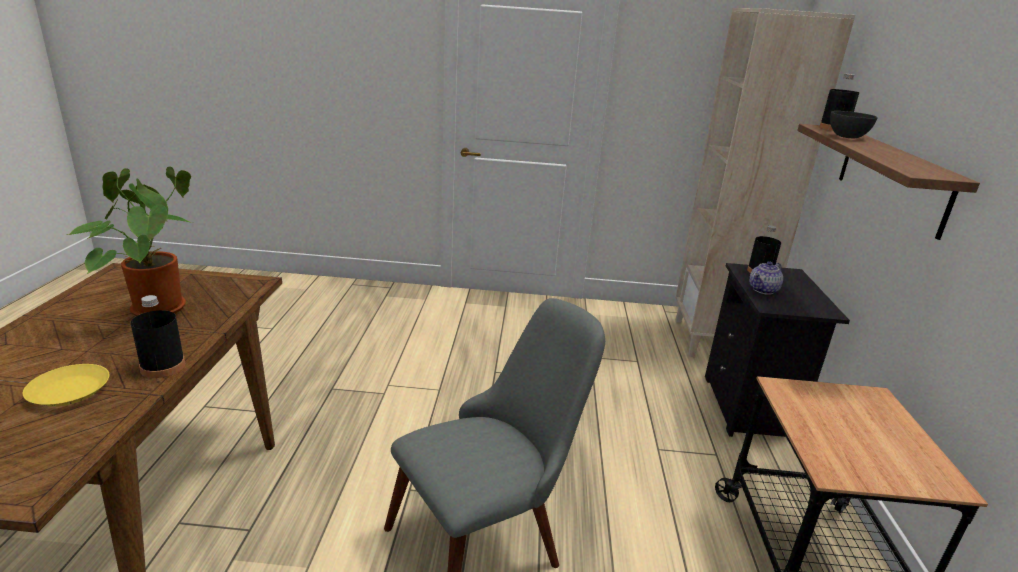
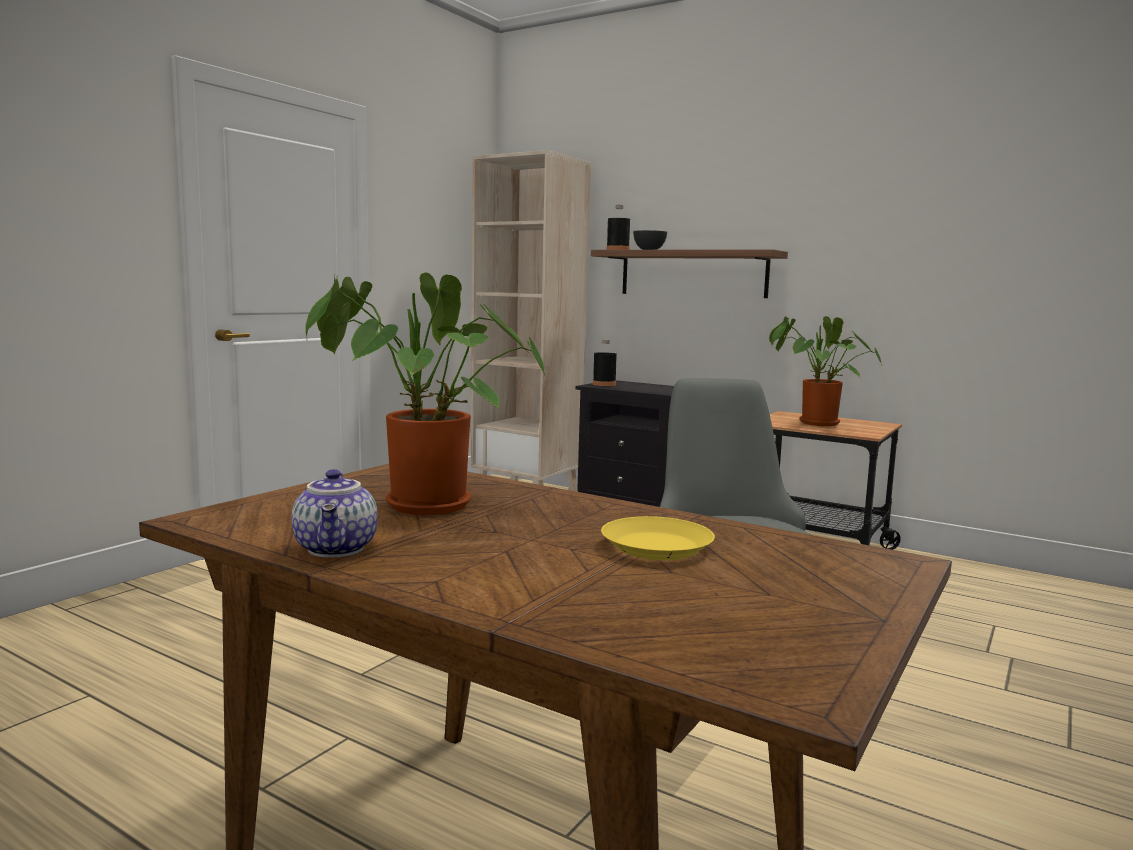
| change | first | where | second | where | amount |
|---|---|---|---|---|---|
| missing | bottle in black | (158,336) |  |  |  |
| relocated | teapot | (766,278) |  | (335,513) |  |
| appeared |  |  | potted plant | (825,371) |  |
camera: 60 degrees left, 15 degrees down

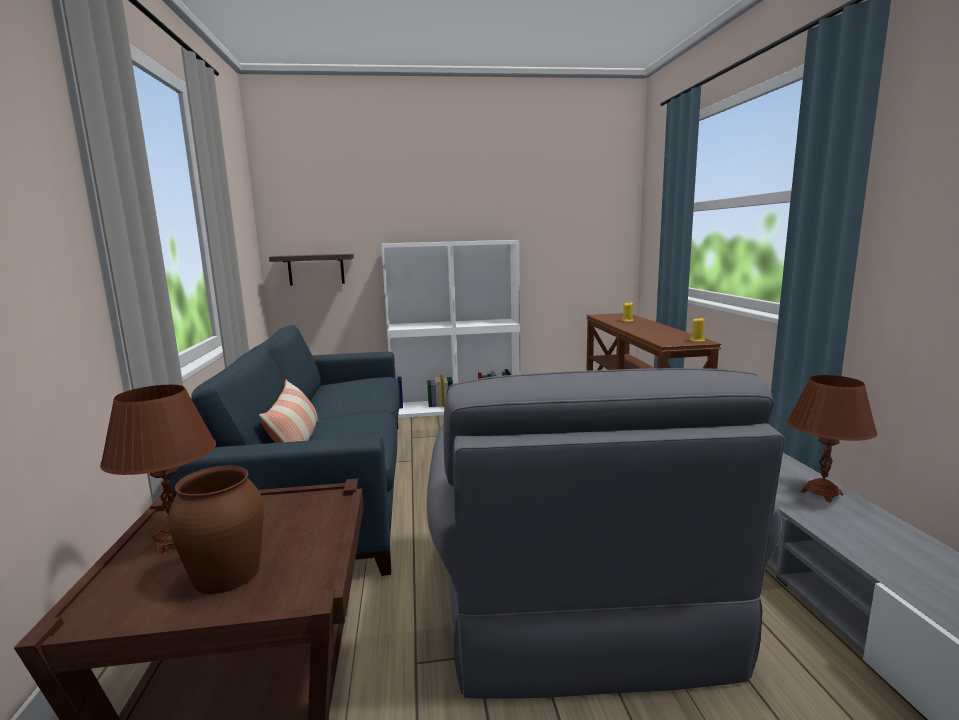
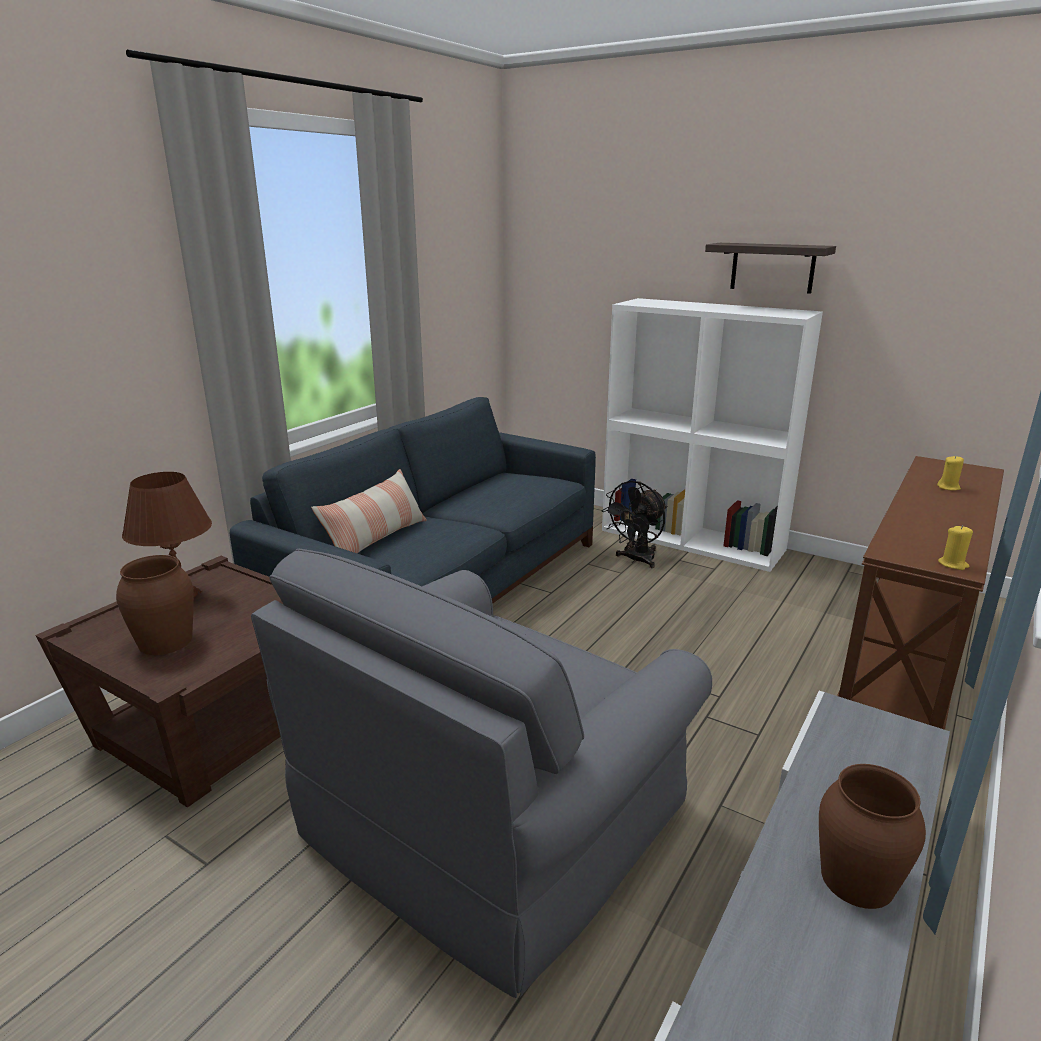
| change | first | where | second | where | amount |
|---|---|---|---|---|---|
| relocated | shelf | (311,270) |  | (770,268) |  |
| exchanged | table lamp in brown | (832,438) | vase in brown | (872,836) |  |
| appeared |  |  | fan in black | (634,524) |  |
camera: 40 degrees right, 10 degrees up

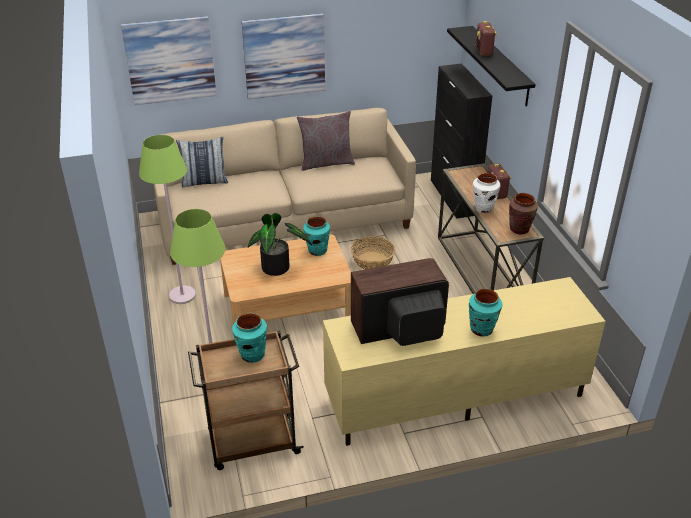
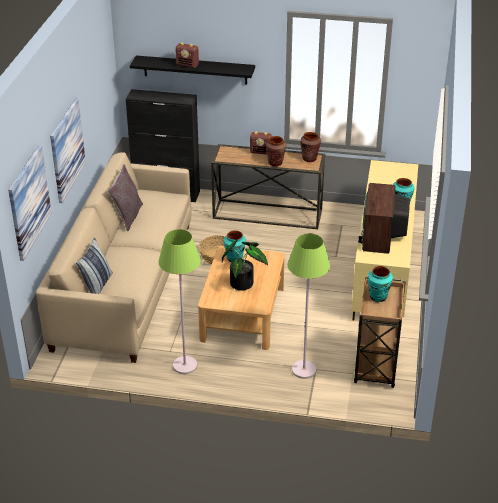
| change | first | where | second | where | amount |
|---|---|---|---|---|---|
| colour | vase in white | (486,193) | vase in brown | (276,151) |  |
camera: 65 degrees left, 0 degrees up

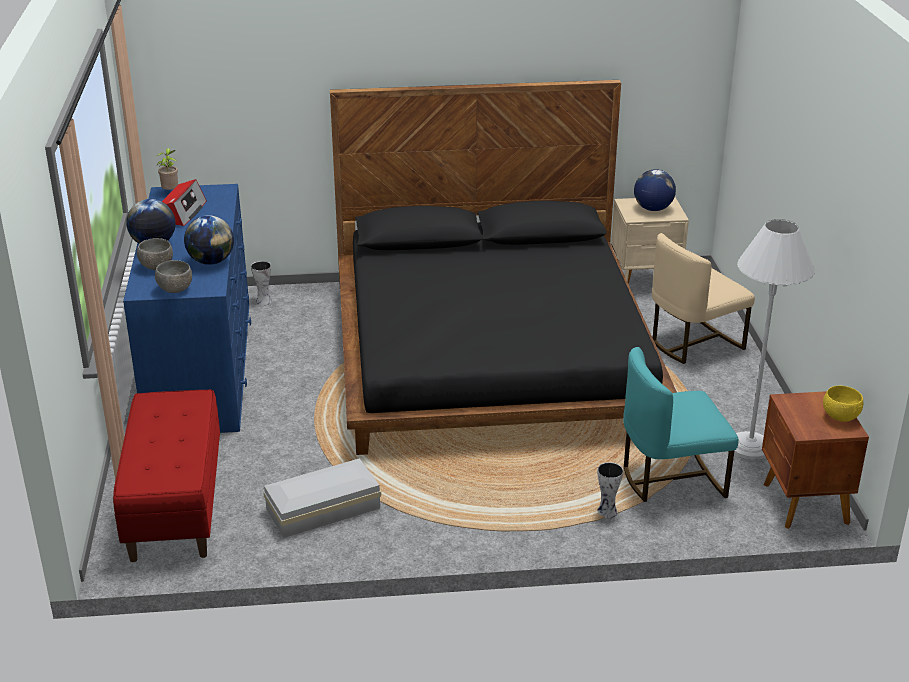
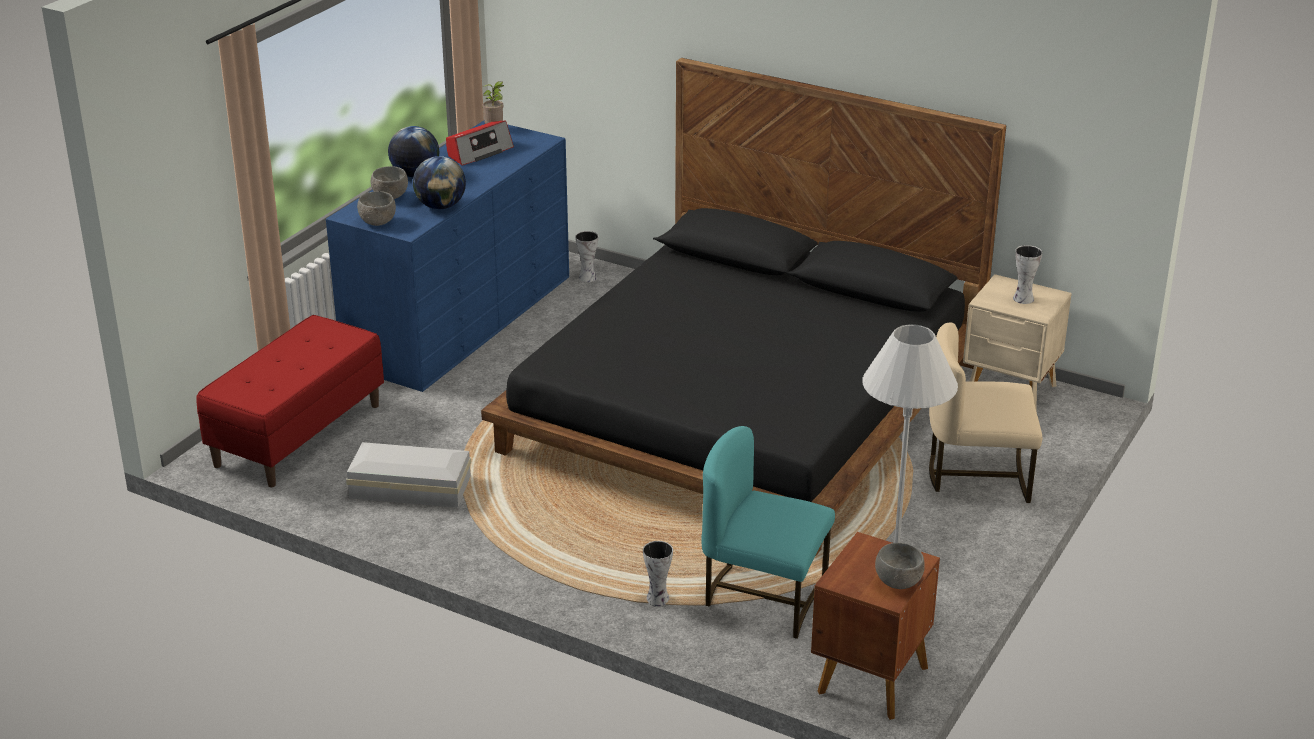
| change | first | where | second | where | amount |
|---|---|---|---|---|---|
| exchanged | globe | (655,190) | vase | (1027,274) |  |
| colour | bowl in yellow | (843,404) | bowl in grey | (900,566) |  |
camera: 35 degrees right, 0 degrees up

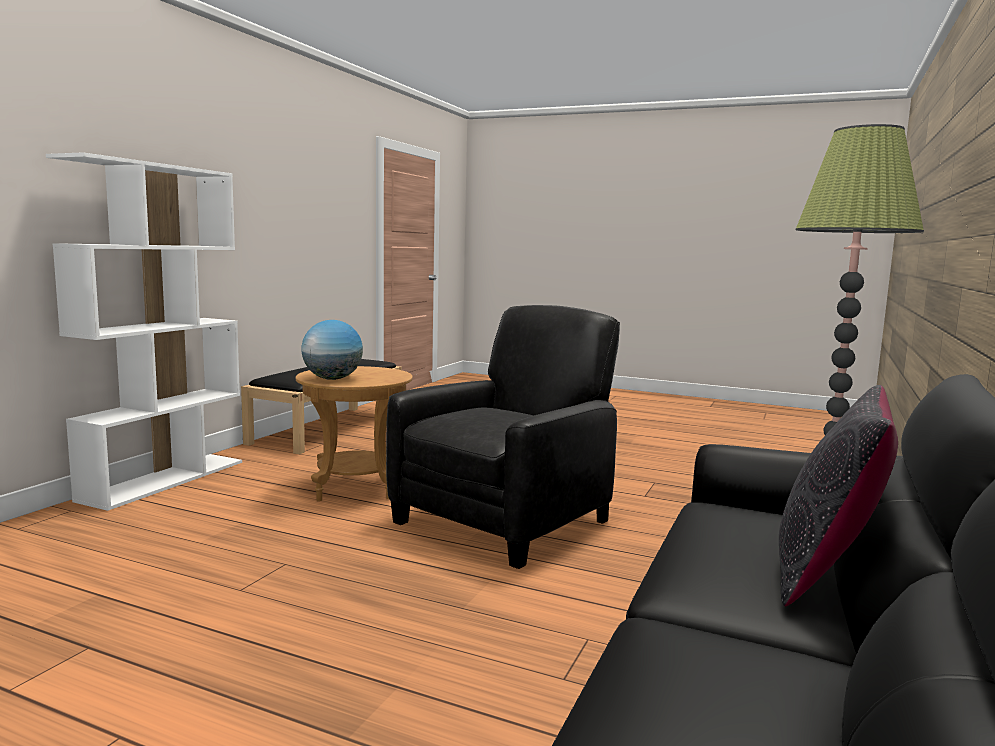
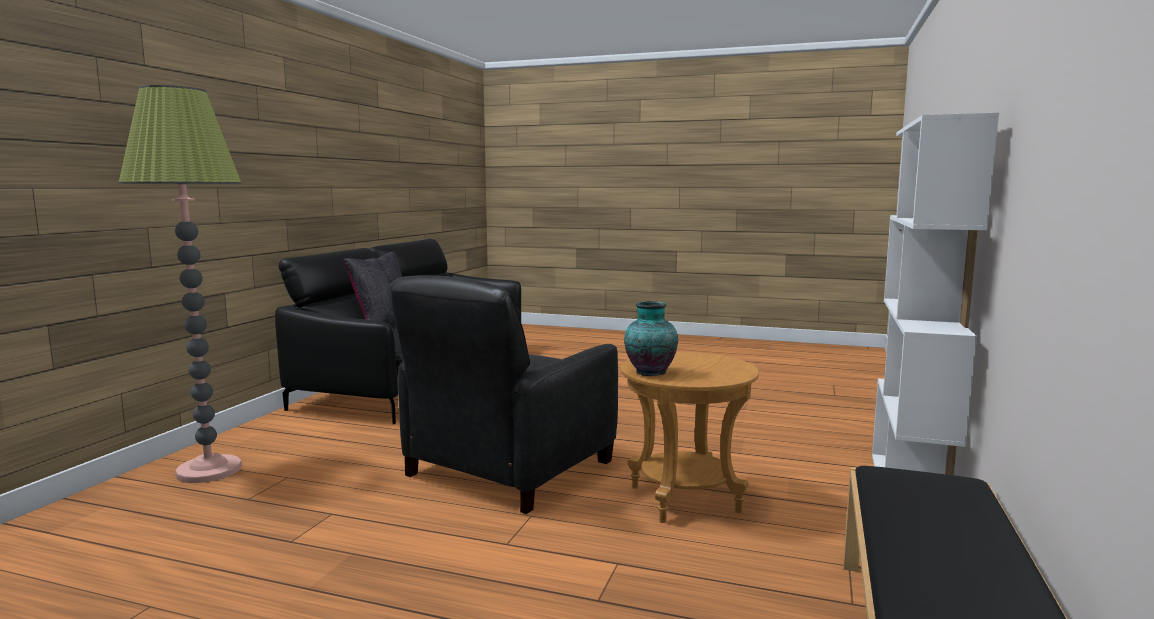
| change | first | where | second | where | amount |
|---|---|---|---|---|---|
| missing | globe | (332,350) |  |  |  |
| appeared |  |  | vase | (651,338) |  |
camera: 175 degrees right, 0 degrees up

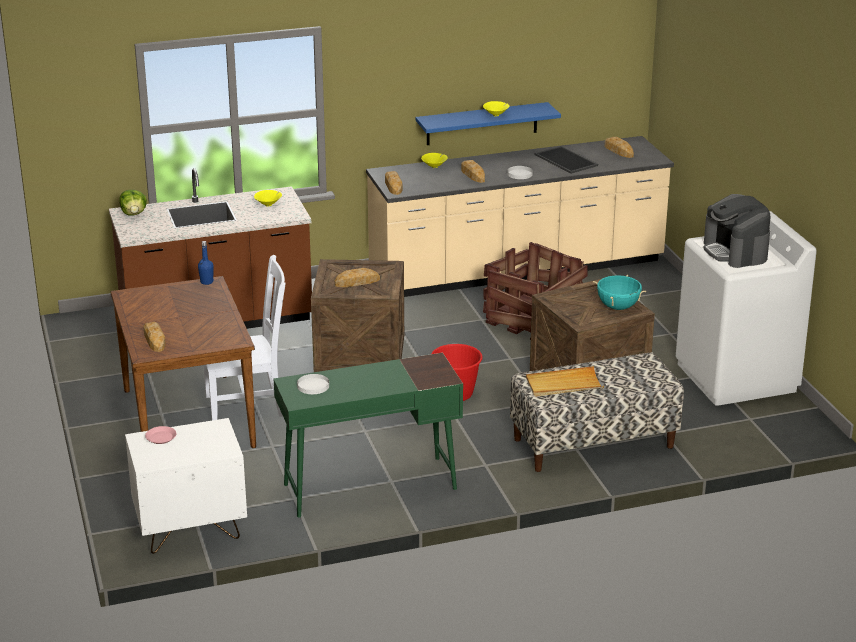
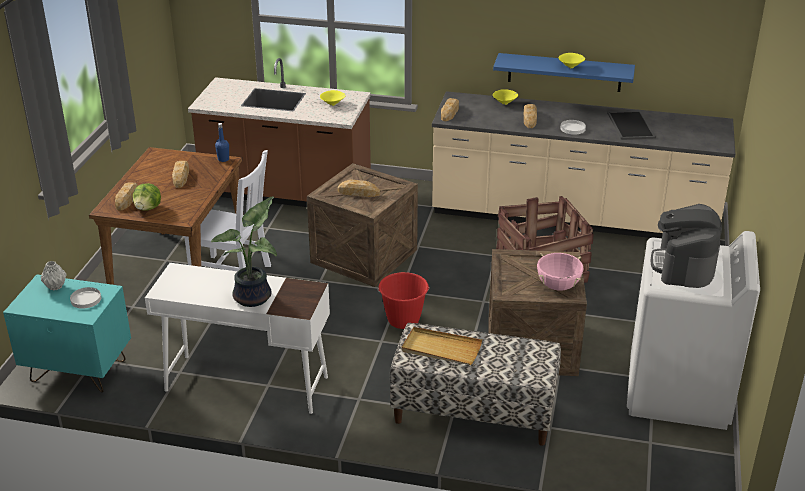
| change | first | where | second | where | amount |
|---|---|---|---|---|---|
| relocated | lettuce | (133,202) |  | (147,197) |  |
| colour | nightstand in white | (186,486) | nightstand in turquoise | (67,333) |  |
| exchanged | plate in pink | (160,435) | vase in grey | (54,276) |  |
| colour | desk in green | (368,435) | desk in white | (237,338) |  |
| relocated | plate in white | (313,384) |  | (85,298) |  |
| colour | cooking pot in turquoise | (619,292) | cooking pot in pink | (560,272) |  |
| relocated | bread | (619,147) |  | (180,174) |  |
| appeared |  |  | potted plant | (244,251) |  |
camera: 30 degrees right, 5 degrees up

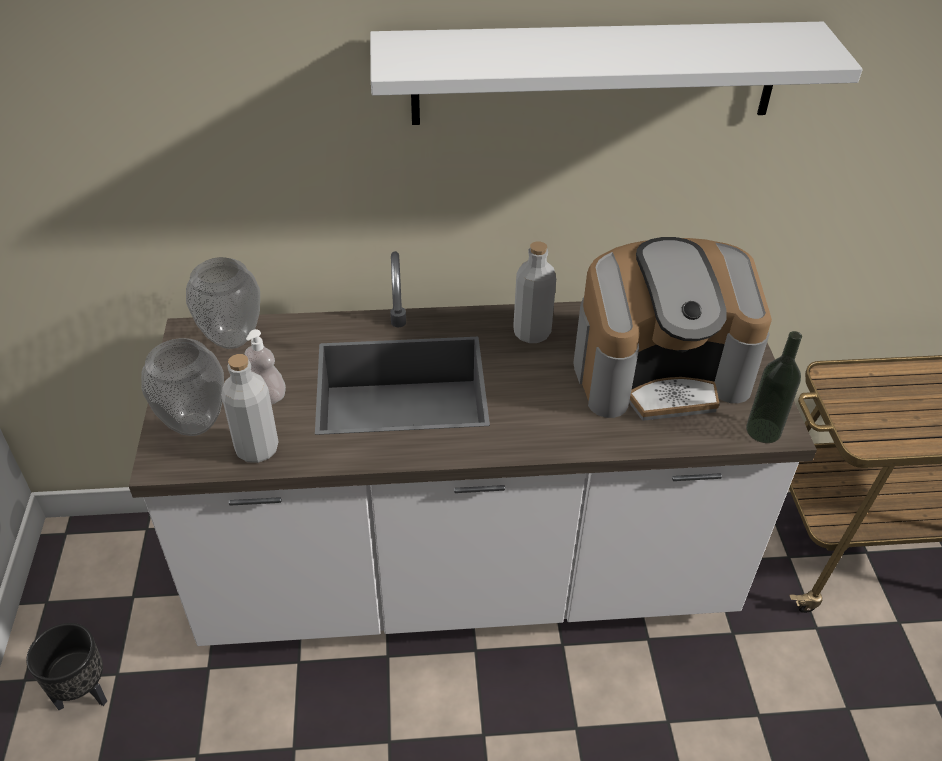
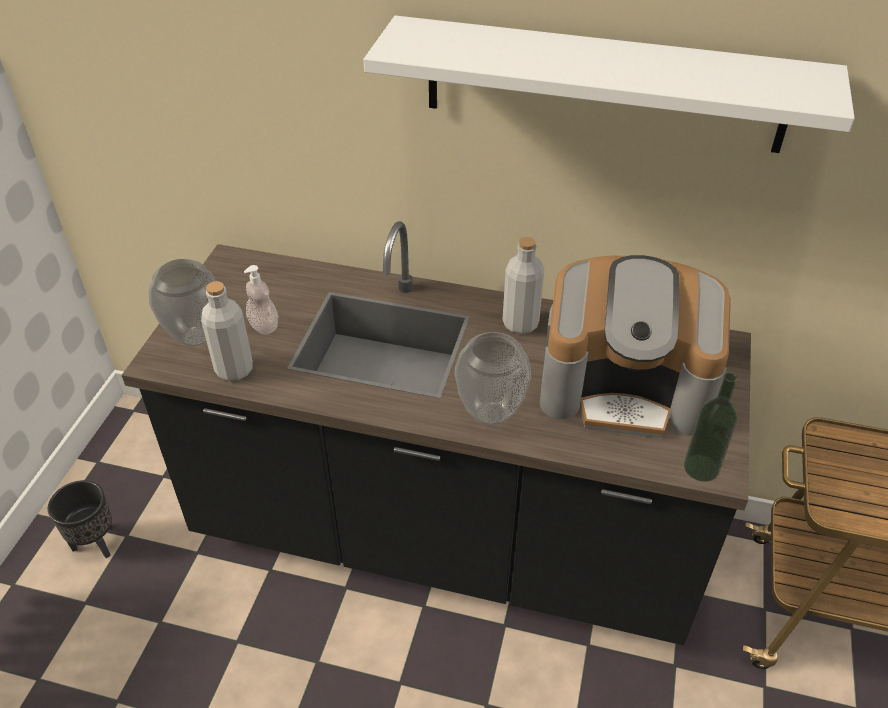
| change | first | where | second | where | amount |
|---|---|---|---|---|---|
| colour | counter in white | (473,448) | counter in black | (436,433) |  |
| relocated | vase | (223,303) |  | (492,378) |  |
camera: 20 degrees right, 0 degrees up

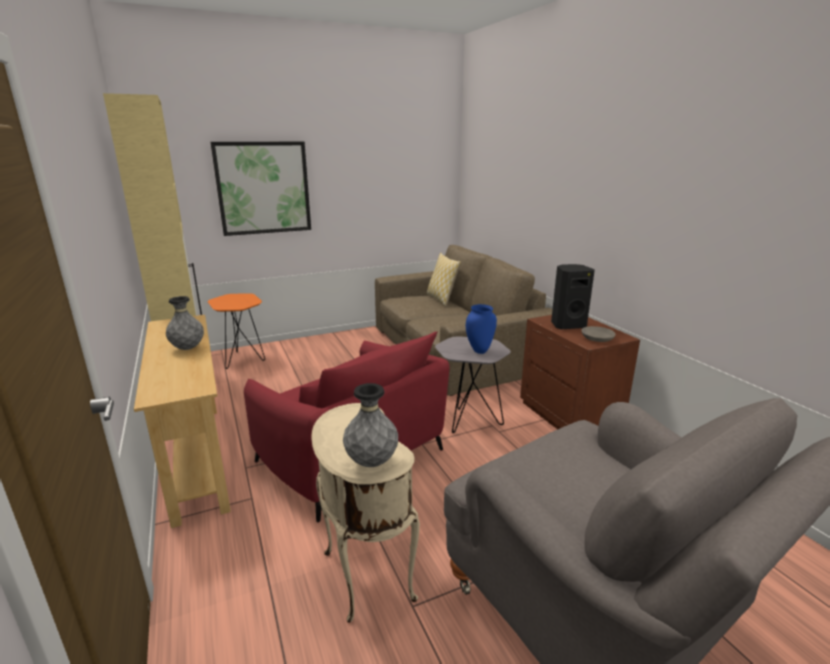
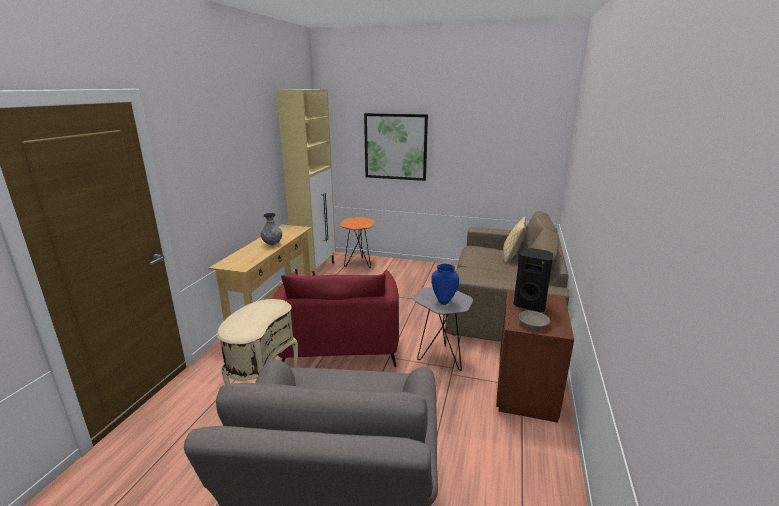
| change | first | where | second | where | amount |
|---|---|---|---|---|---|
| missing | vase in grey | (370,425) |  |  |  |
camera: 40 degrees right, 0 degrees up

